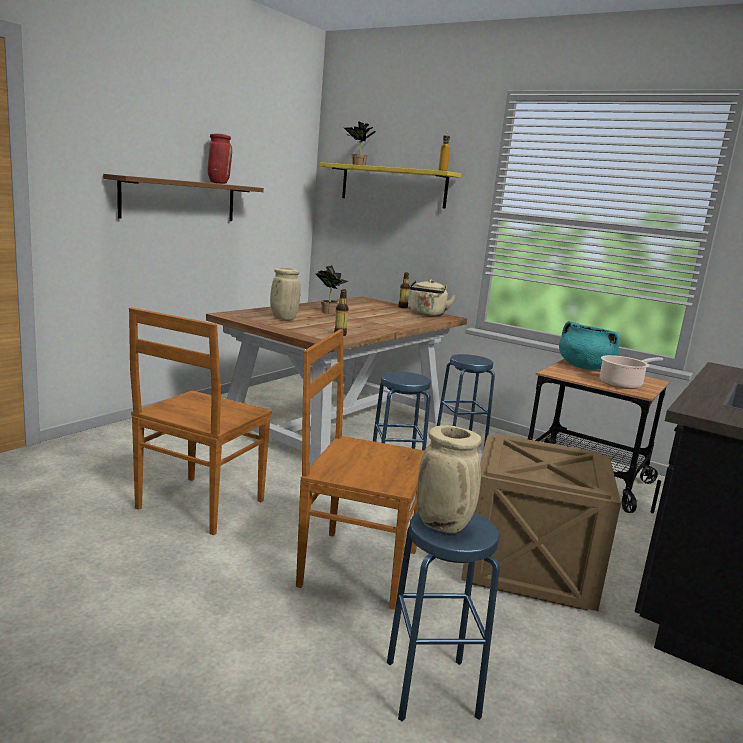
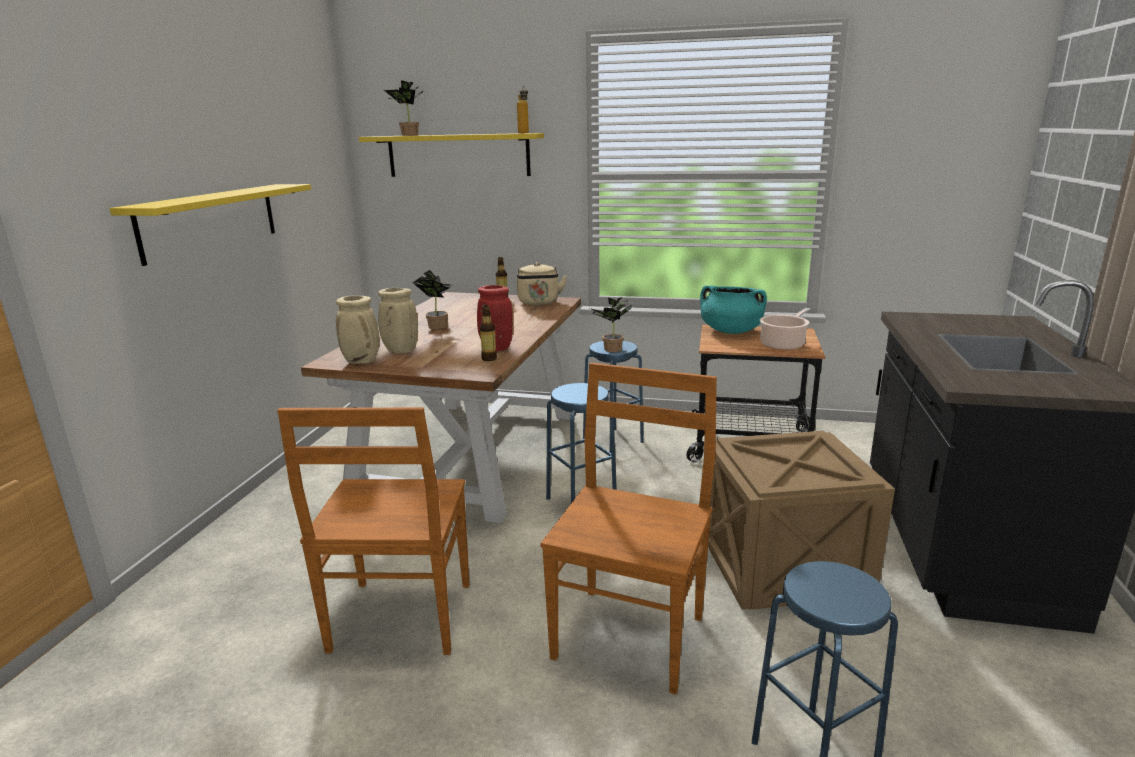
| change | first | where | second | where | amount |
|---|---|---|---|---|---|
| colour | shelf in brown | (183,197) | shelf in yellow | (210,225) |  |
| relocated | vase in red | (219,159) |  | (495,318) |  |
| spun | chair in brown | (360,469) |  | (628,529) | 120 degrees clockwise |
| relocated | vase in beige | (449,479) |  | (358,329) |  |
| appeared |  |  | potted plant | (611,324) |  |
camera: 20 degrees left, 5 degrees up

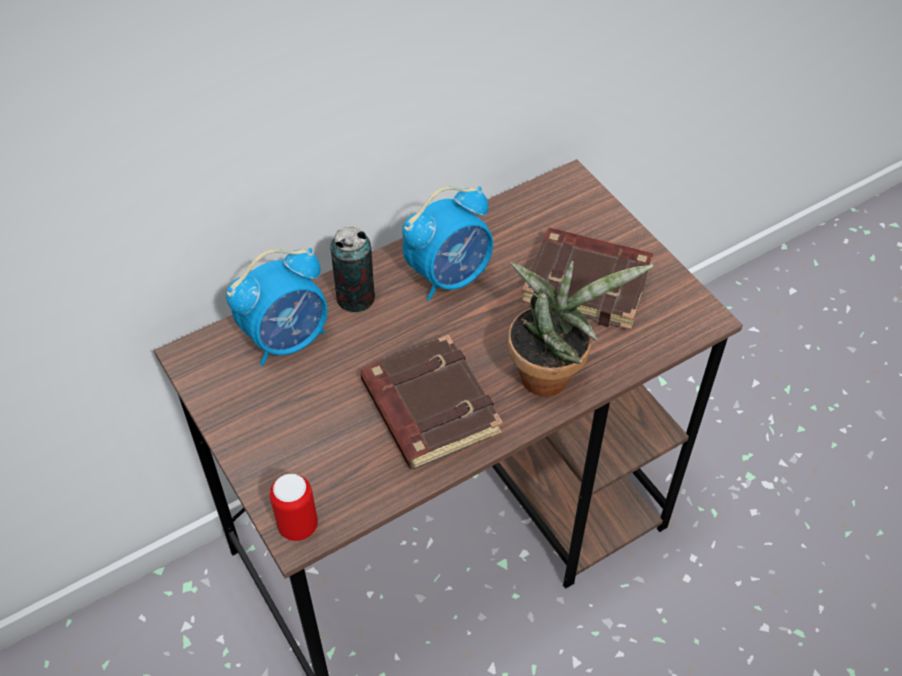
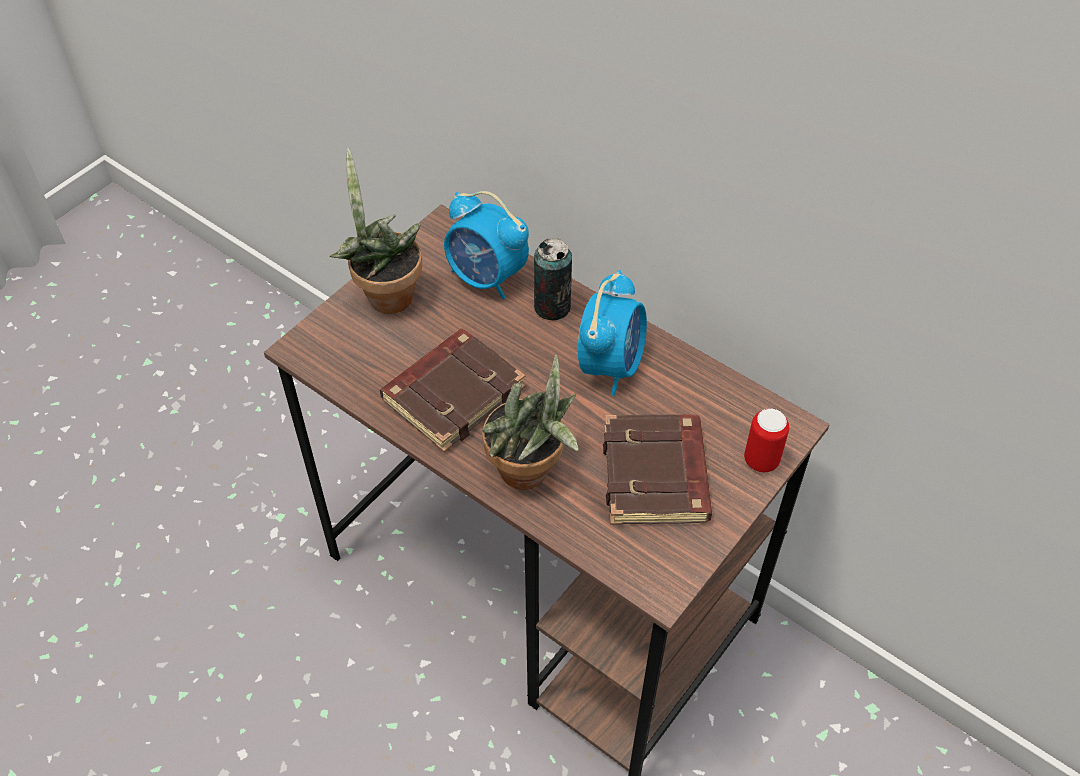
| change | first | where | second | where | amount |
|---|---|---|---|---|---|
| relocated | can | (294,507) |  | (766,440) |  |
| spun | alarm clock | (447,243) |  | (612,333) | 105 degrees counterclockwise |
| appeared |  |  | potted plant | (376,231) |  |
camera: 70 degrees right, 0 degrees up

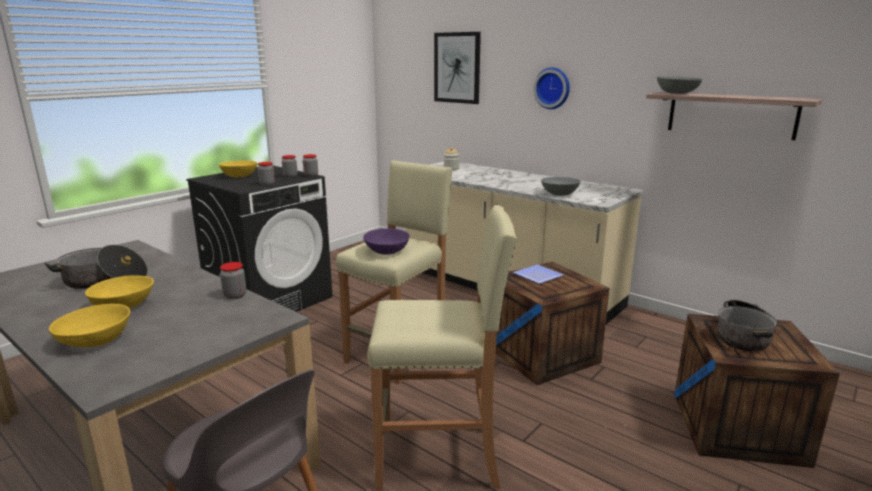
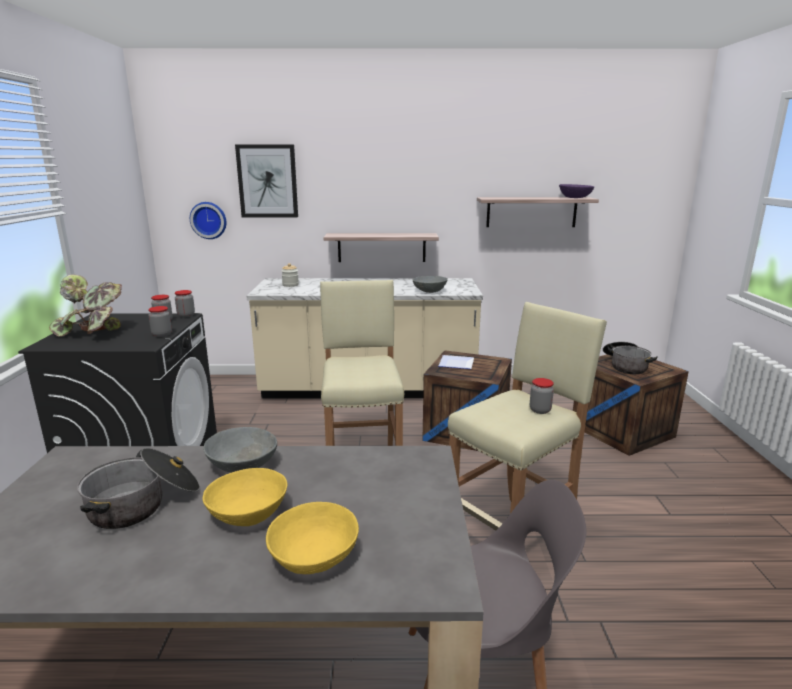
| change | first | where | second | where | amount |
|---|---|---|---|---|---|
| exchanged | bowl in yellow | (238,168) | potted plant | (85,306) |  |
| relocated | jar | (233,280) |  | (542,396) |  |
| relocated | bowl in purple | (386,241) |  | (576,191) |  |
| relocated | wall clock | (551,88) |  | (208,220) |  |
| relocated | bowl in grey | (679,85) |  | (240,450) |  |
| appeared |  |  | shelf | (381,247) |  |
camera: 40 degrees left, 0 degrees up

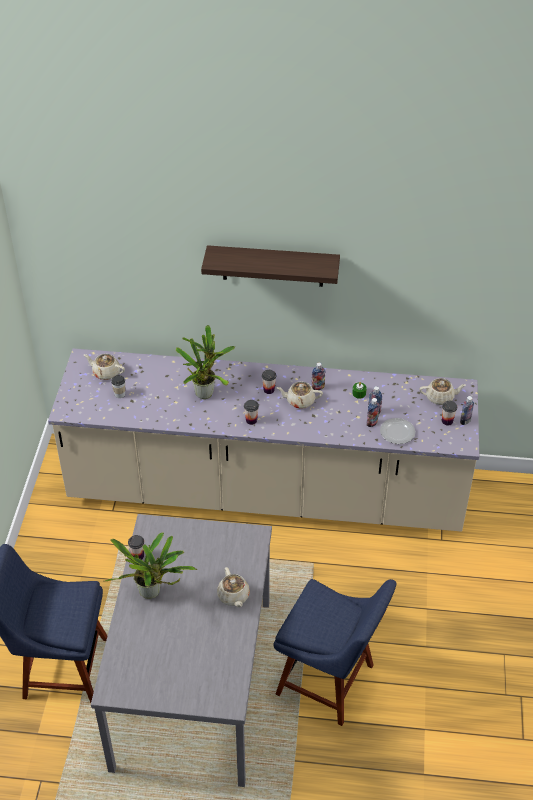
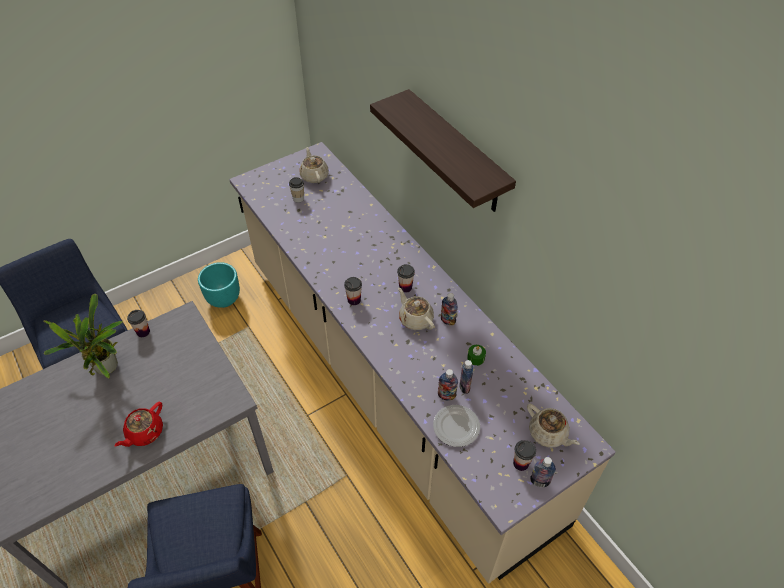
| change | first | where | second | where | amount |
|---|---|---|---|---|---|
| missing | potted plant | (205,362) |  |  |  |
| colour | teapot in beige | (233,587) | teapot in red | (138,424) |  |
| appeared |  |  | planter in turquoise | (219,285) |  |
camera: 50 degrees right, 5 degrees up

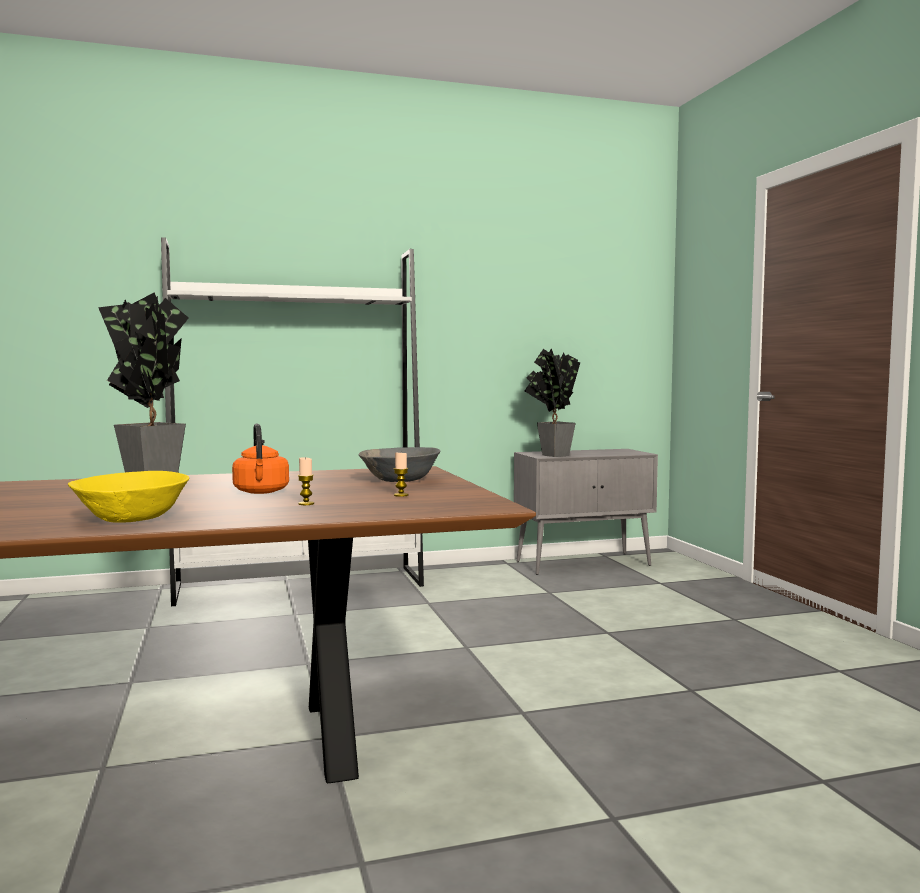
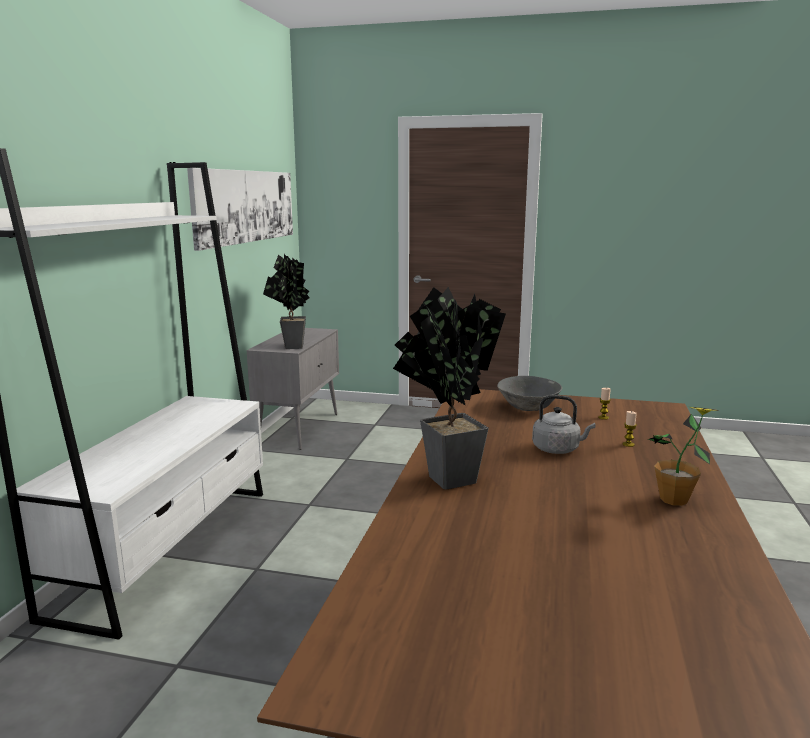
| change | first | where | second | where | amount |
|---|---|---|---|---|---|
| exchanged | bowl in yellow | (128,497) | potted plant | (683,456) |  |
| colour | kettle in orange | (260,459) | kettle in grey | (563,424) |  |
| appeared |  |  | picture | (240,209) |  |
camera: 60 degrees left, 10 degrees up

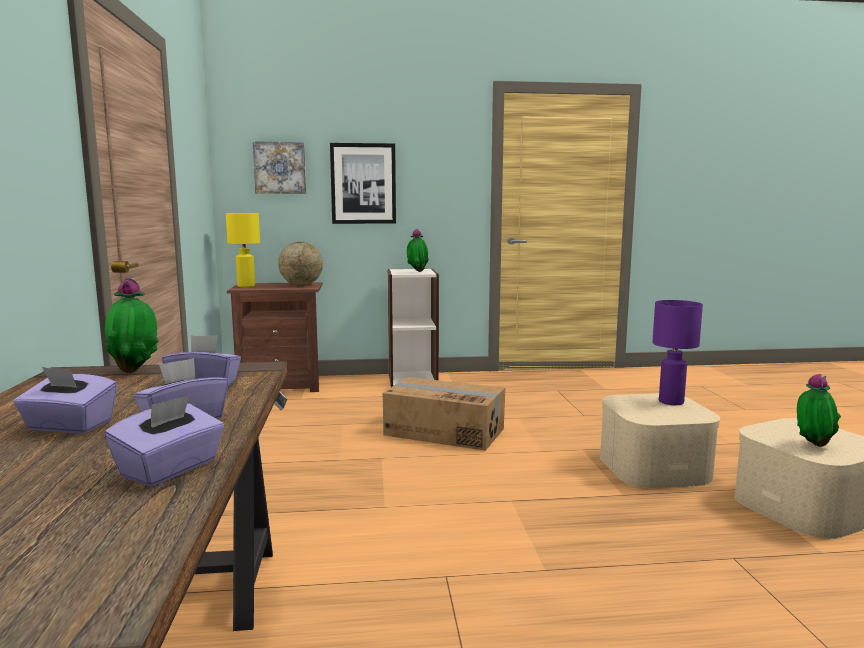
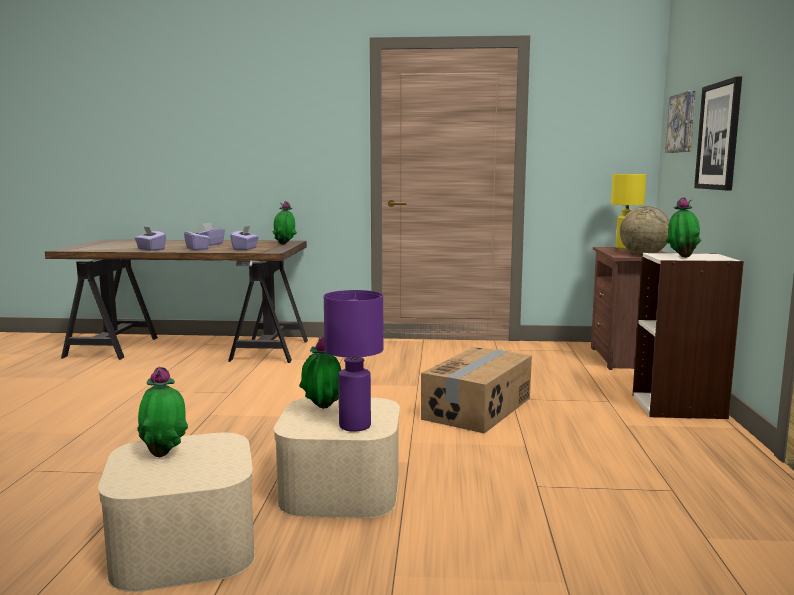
| change | first | where | second | where | amount |
|---|---|---|---|---|---|
| appeared |  |  | potted plant | (320,373) |  |
camera: 100 degrees right, 0 degrees up

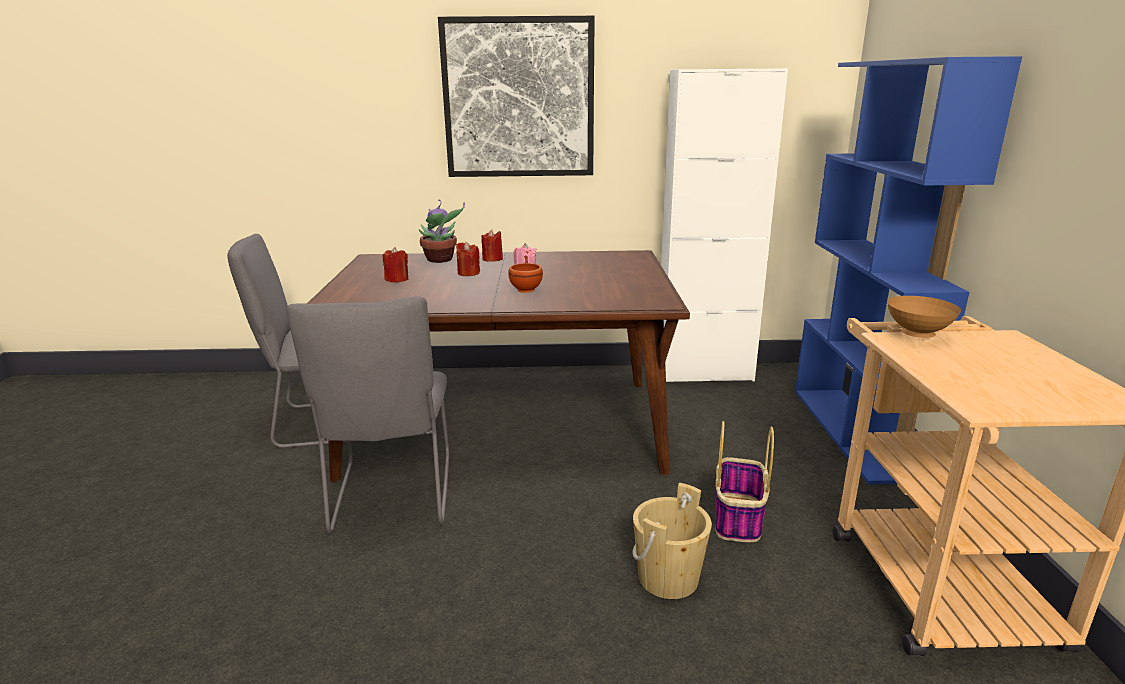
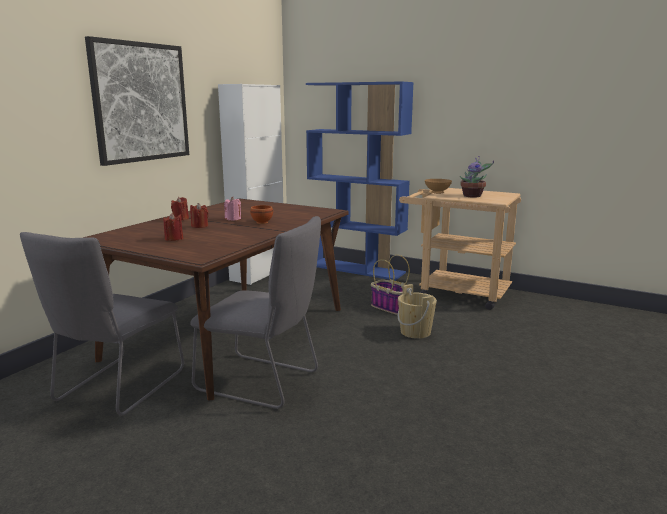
| change | first | where | second | where | amount |
|---|---|---|---|---|---|
| relocated | potted plant | (442,231) |  | (477,177) |  |
camera: 60 degrees left, 5 degrees down

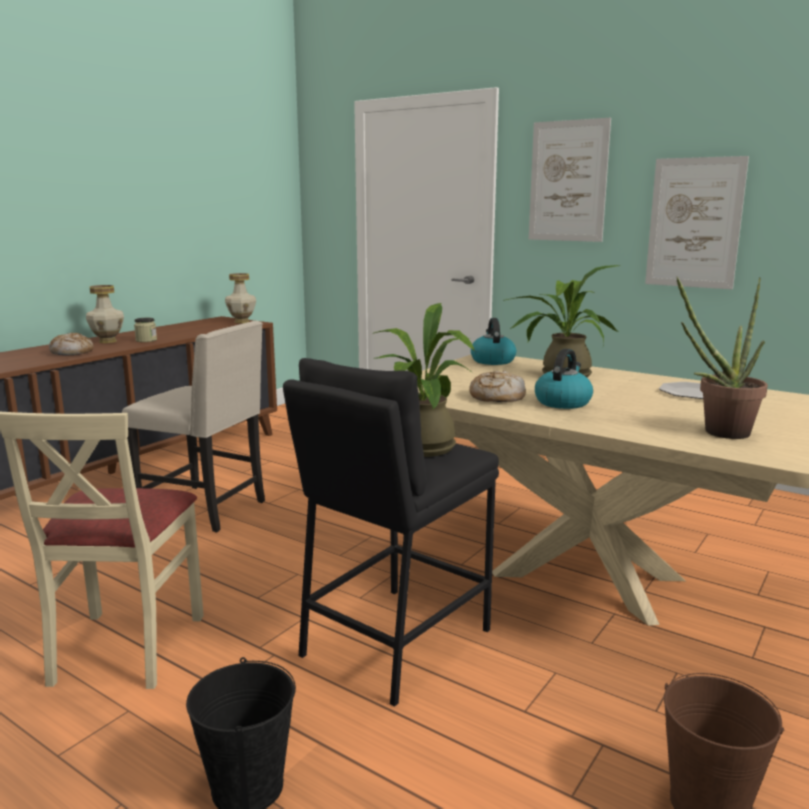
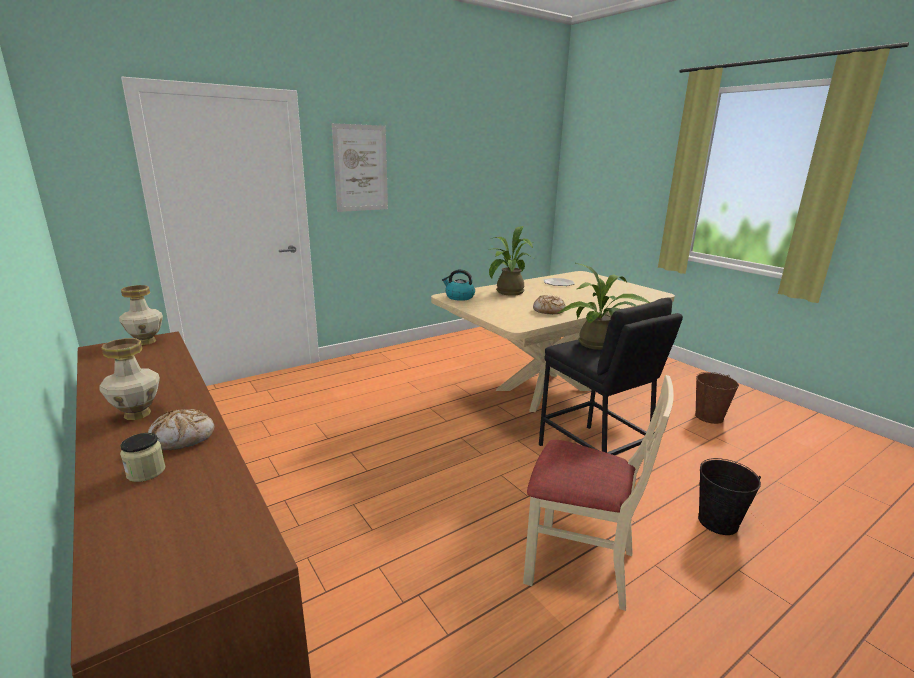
| change | first | where | second | where | amount |
|---|---|---|---|---|---|
| missing | chair in beige | (193,427) |  |  |  |
| relocated | jar | (145,330) |  | (143,457) |  |
| missing | kettle | (564,379) |  |  |  |
| missing | picture | (697,222) |  |  |  |
| missing | potted plant | (722,357) |  |  |  |
camera: 70 degrees left, 5 degrees up

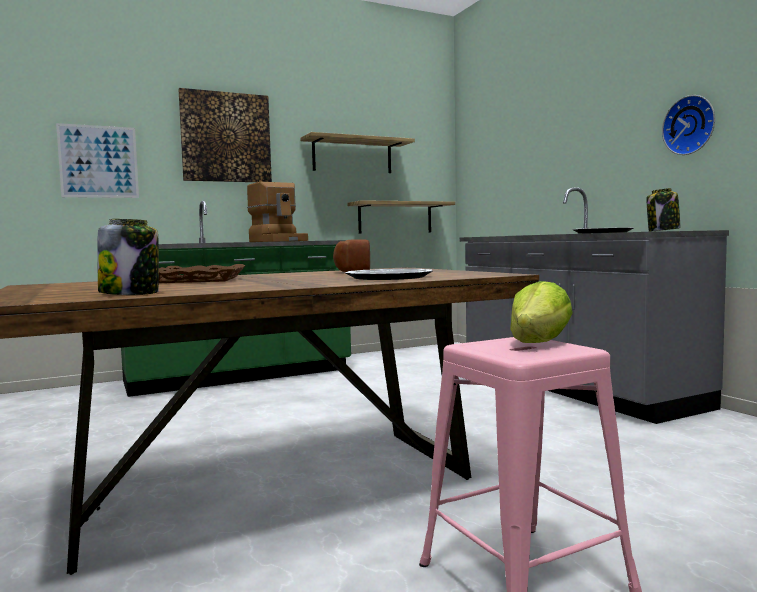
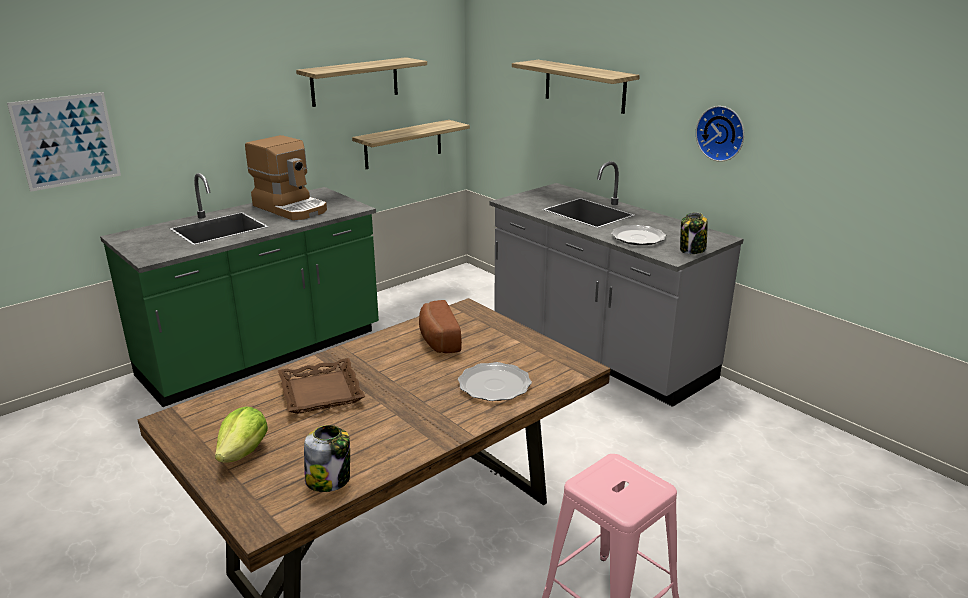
| change | first | where | second | where | amount |
|---|---|---|---|---|---|
| missing | picture | (225,135) |  |  |  |
| relocated | lettuce | (541,312) |  | (241,435) |  |
| appeared |  |  | shelf | (576,87) |  |
camera: 15 degrees left, 20 degrees up

